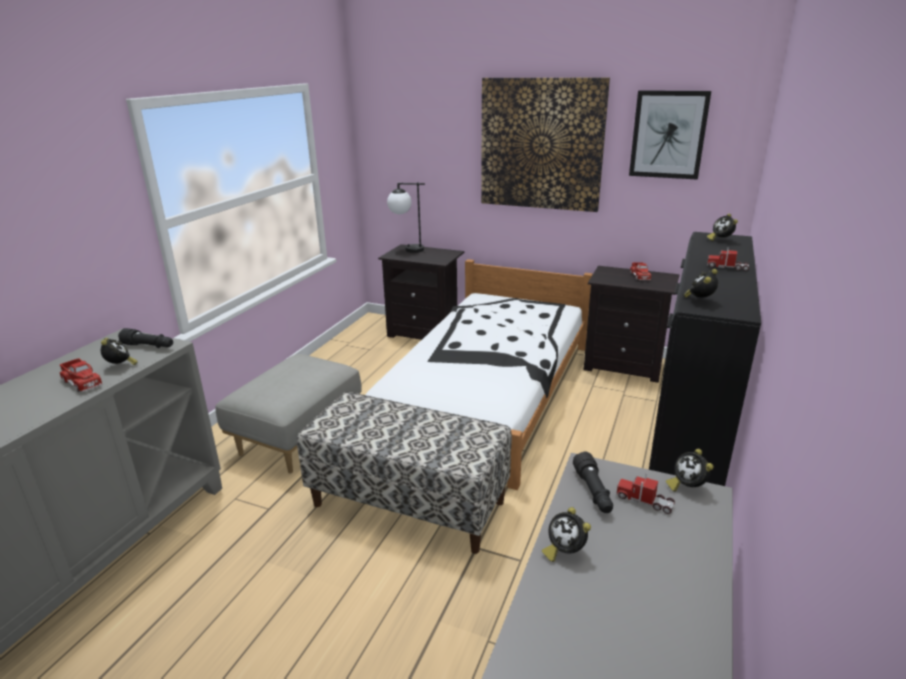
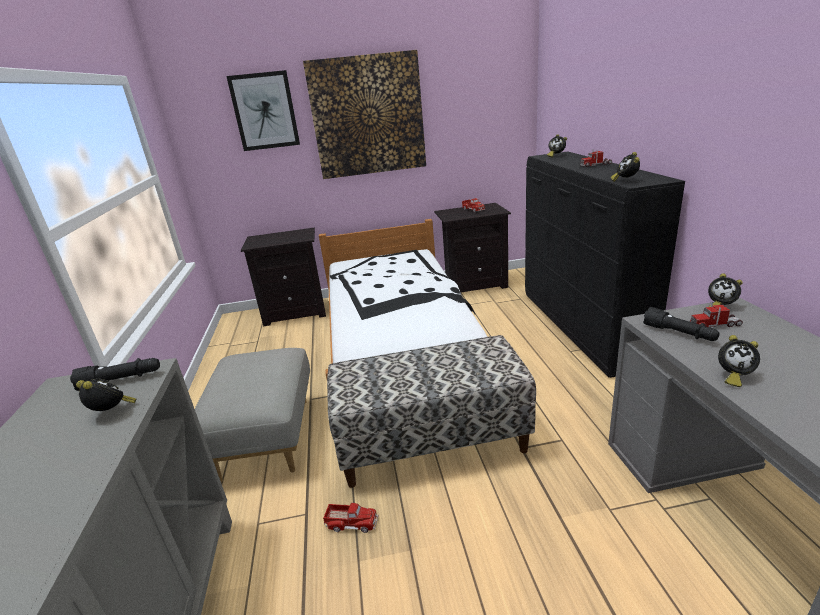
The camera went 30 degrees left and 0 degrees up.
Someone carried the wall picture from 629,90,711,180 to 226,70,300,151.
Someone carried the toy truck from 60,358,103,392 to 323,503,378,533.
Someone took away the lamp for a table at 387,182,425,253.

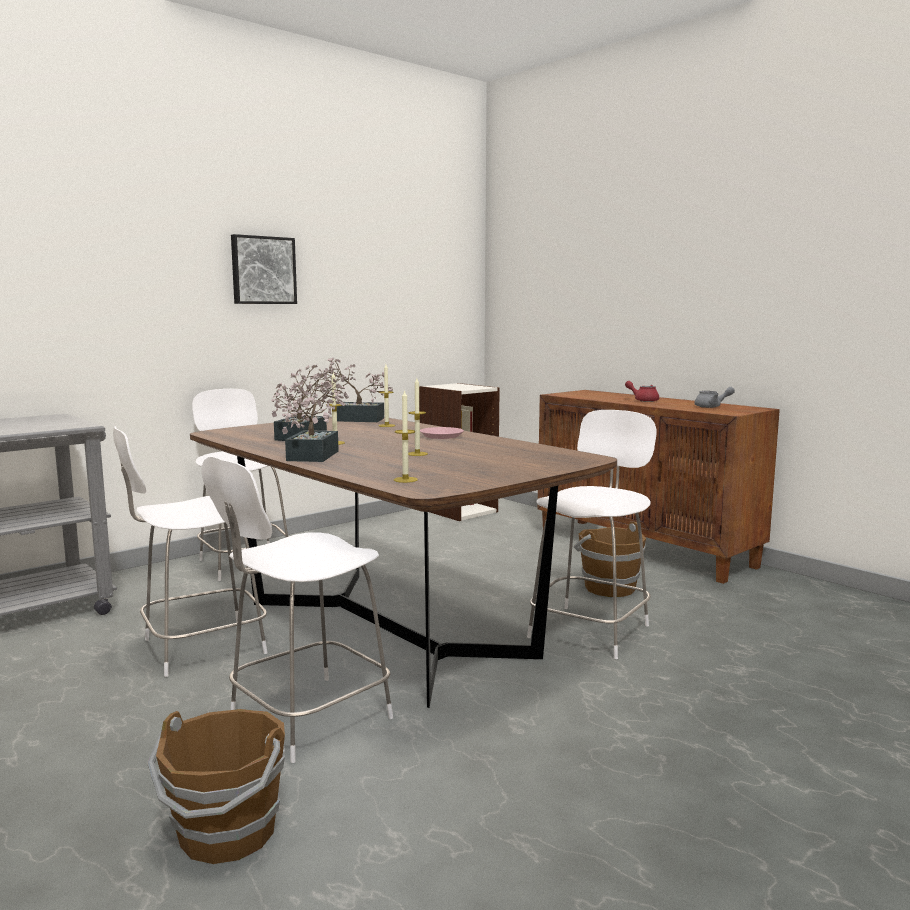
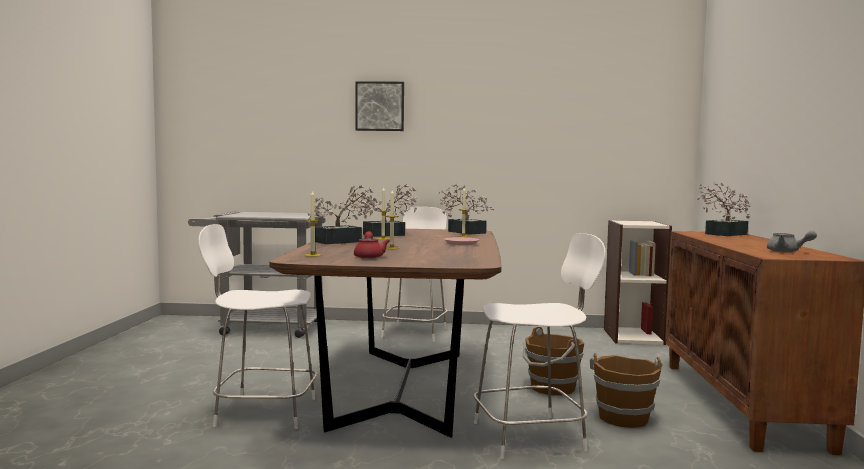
The camera went 45 degrees right and 5 degrees down.
Someone carried the teapot in red-coloured from 625,381,659,402 to 354,231,390,259.
Someone carried the wall picture from 231,234,297,304 to 355,81,404,131.
Someone carried the water bucket in brown from 147,709,285,864 to 523,327,584,395.
Someone put down the potted plant at 697,182,750,236.
Someone took away the chair in whitish at 113,426,268,677.

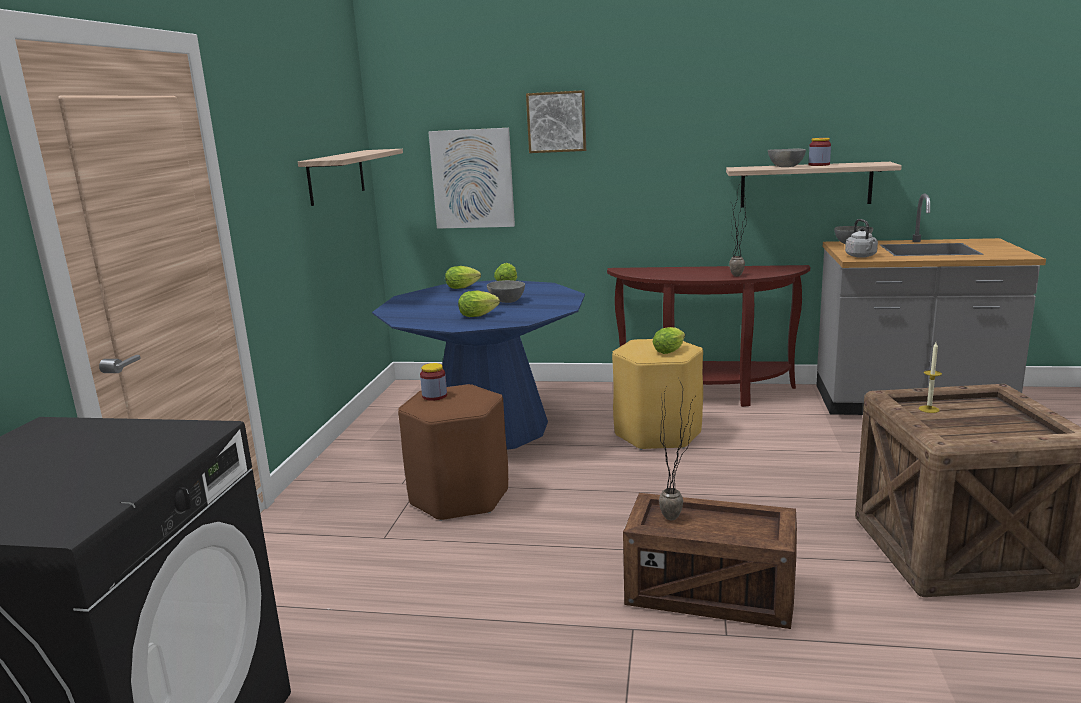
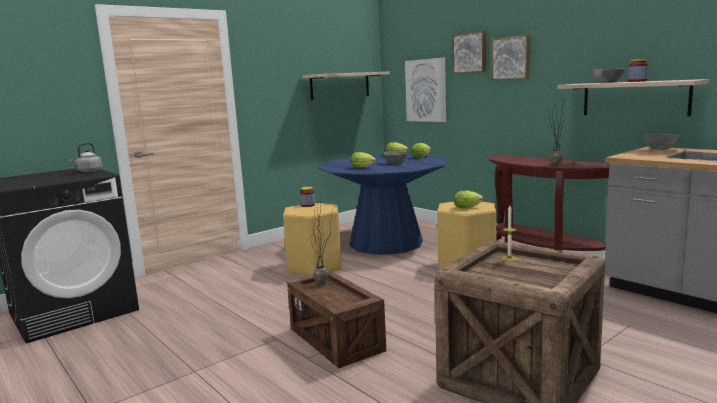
The camera went 40 degrees right and 5 degrees down.
Someone carried the water kettle in greyish from 845,219,878,258 to 69,143,102,172.
Someone repainted the sitting stool in brown at 398,384,508,521, which became the sitting stool in yellowish at 283,203,341,276.
Someone put up the wall picture at 491,35,530,80.

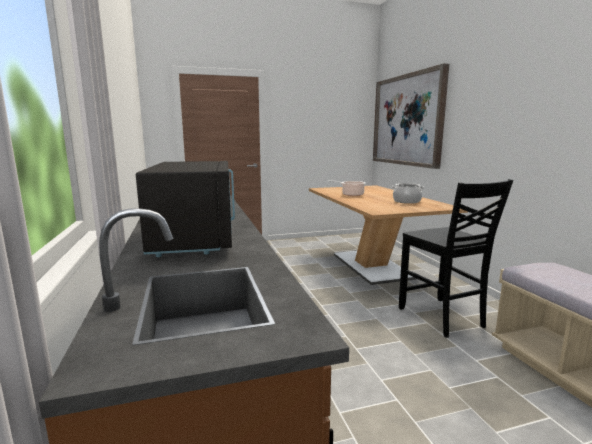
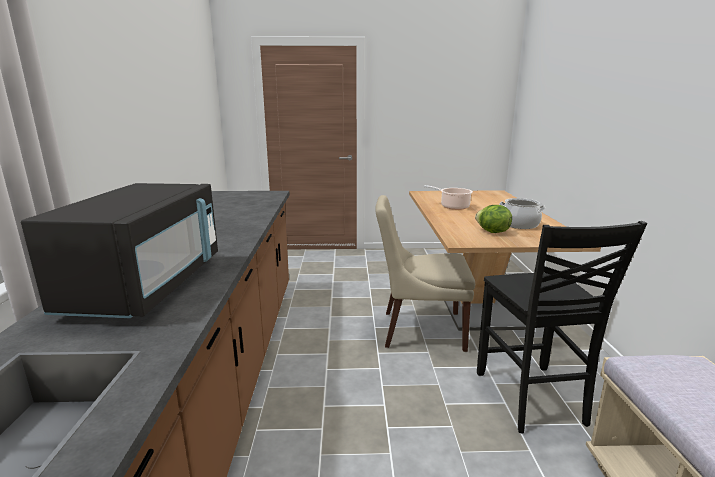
The camera went 15 degrees right and 5 degrees up.
Someone put down the chair in beige at 375,195,475,352.
Someone put down the head of lettuce at 475,205,512,233.
Someone took away the wall picture at 373,63,449,169.

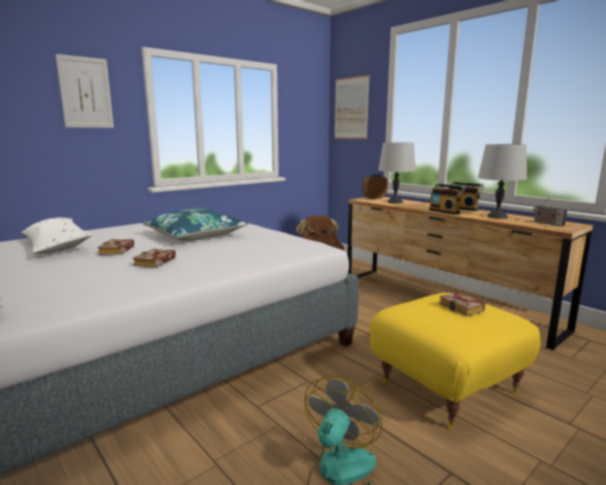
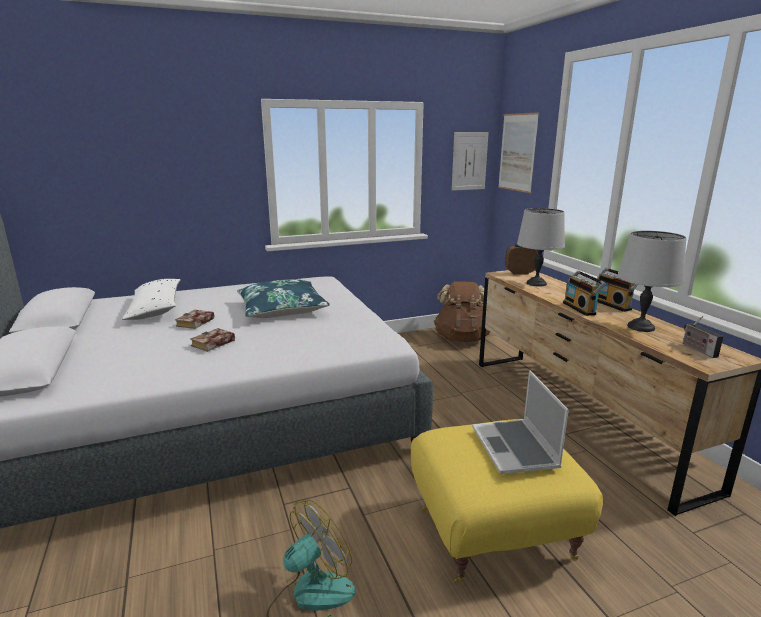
The camera went 20 degrees right and 5 degrees up.
Someone carried the wall picture from 55,54,114,128 to 452,132,489,191.
Someone swapped the bound book at 439,292,486,316 for the notebook computer at 472,370,569,474.

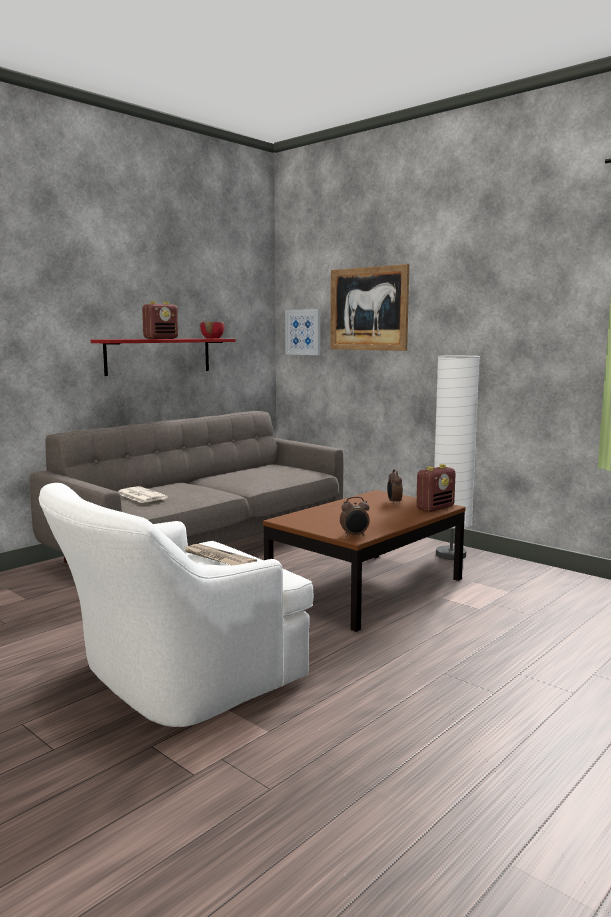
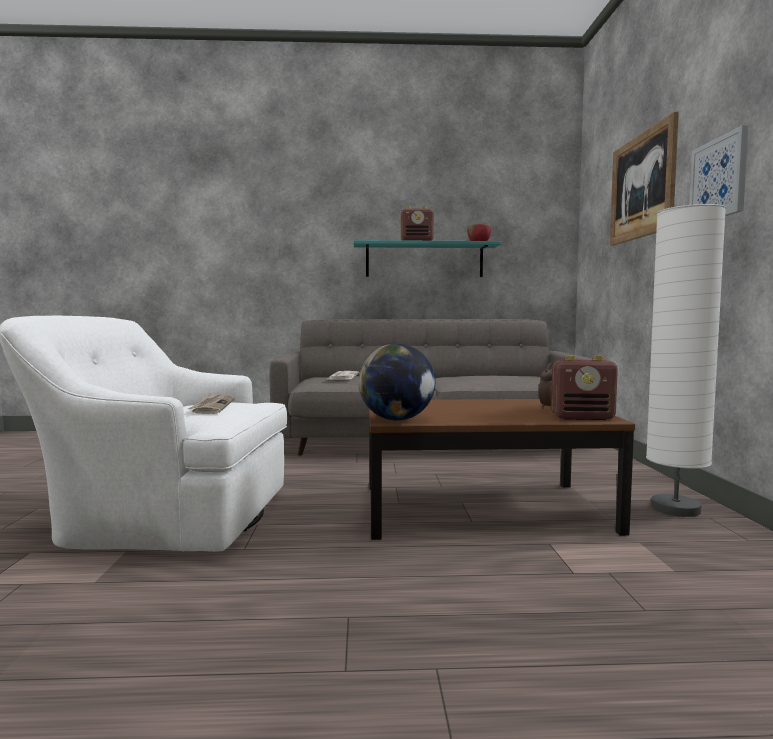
The camera went 45 degrees right and 5 degrees down.
Someone repainted the wall shelf in red-coloured at 91,339,236,376, which became the wall shelf in turquoise at 353,240,502,277.
Someone swapped the alarm clock at 340,496,370,537 for the world globe at 358,344,435,420.
Someone carried the wall picture from 285,309,320,355 to 689,125,749,216.

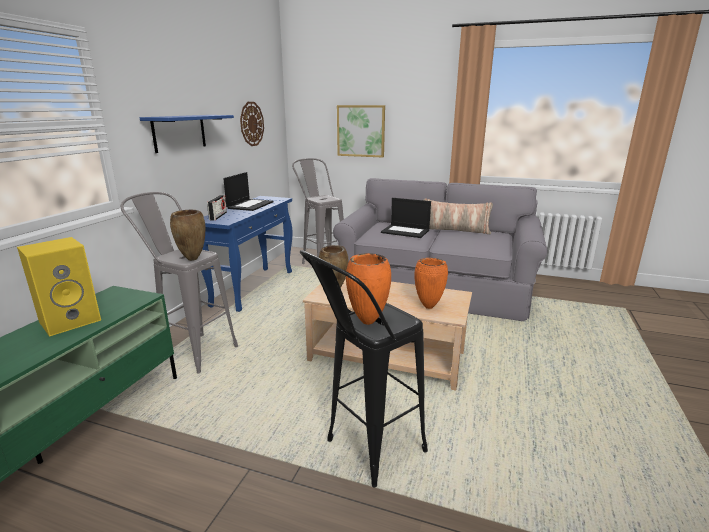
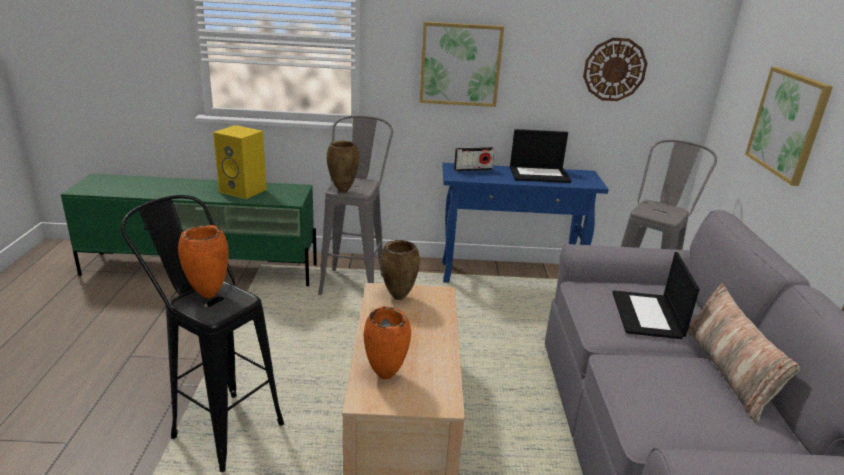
The camera went 70 degrees right and 5 degrees up.
Someone swapped the wall shelf in blue-coloured at 140,115,234,153 for the wall picture at 420,22,504,107.

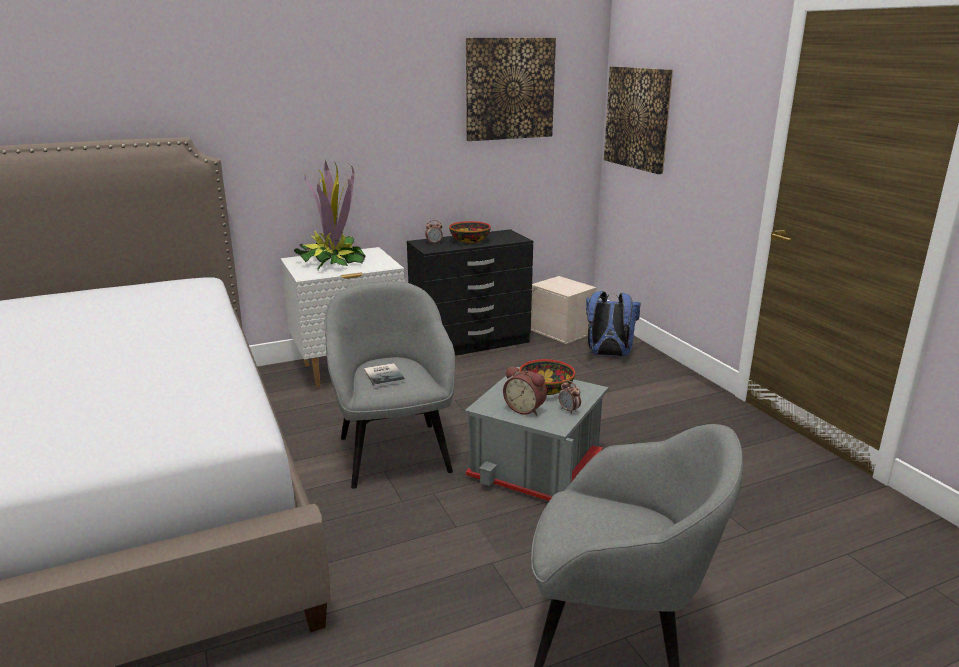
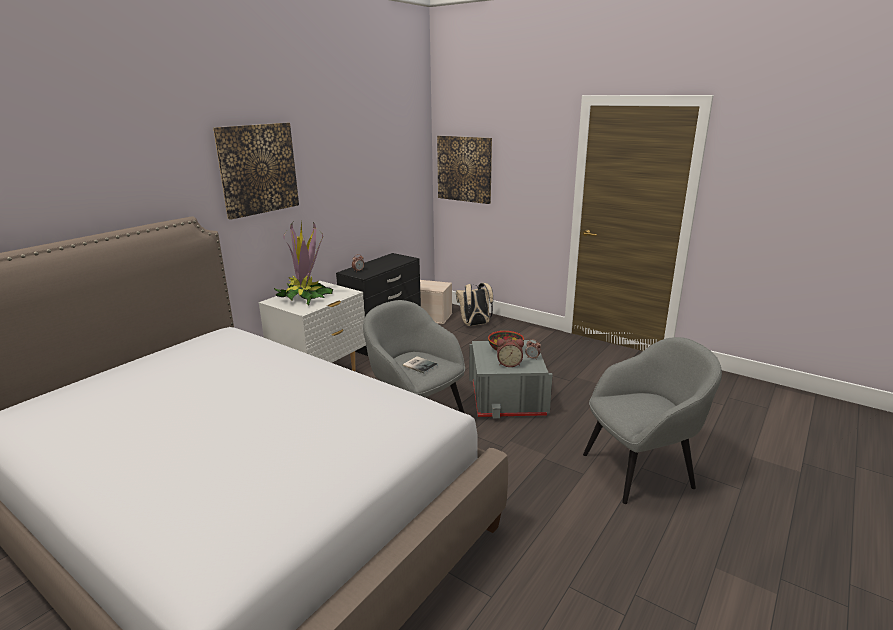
The camera went 30 degrees left and 0 degrees up.
Someone carried the wall picture from 466,38,556,141 to 213,123,299,220.
Someone repainted the backpack in blue-coloured at 586,291,641,356, which became the backpack in beige at 456,283,493,326.
Someone took away the serving bowl at 449,221,491,244.

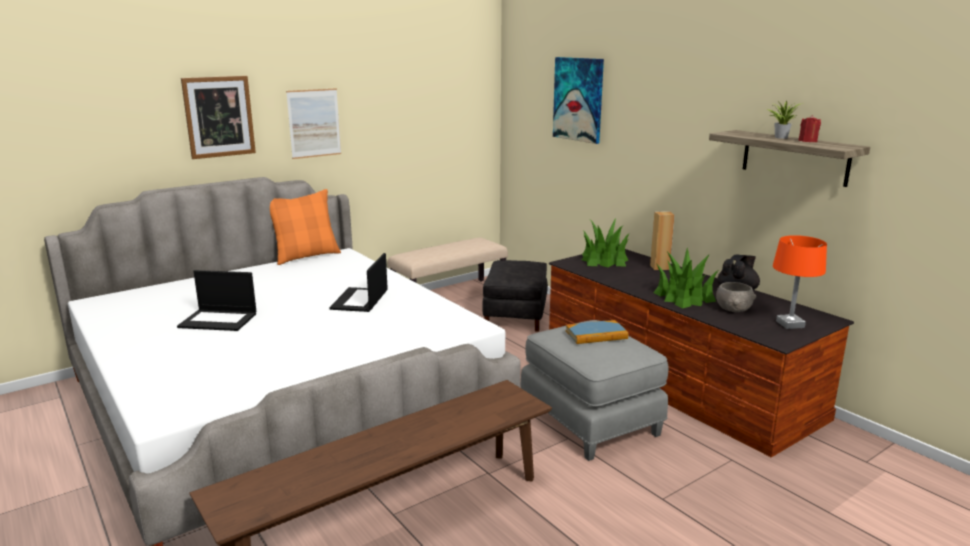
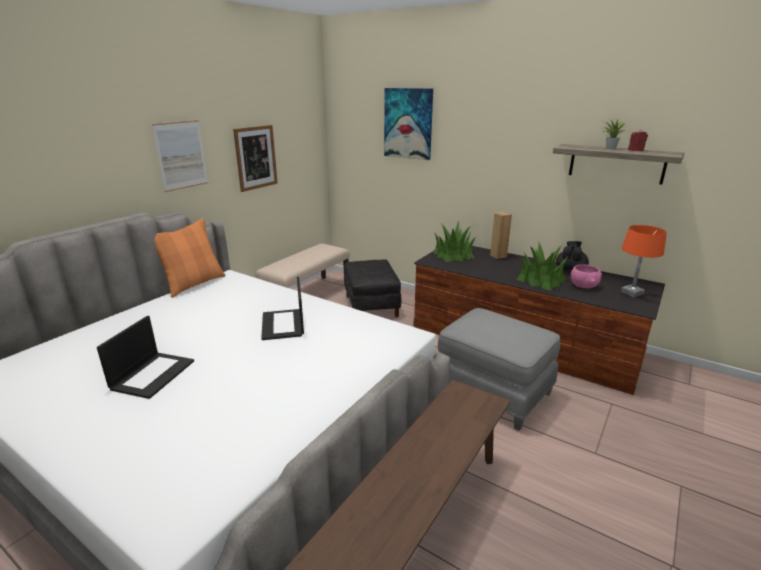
The camera went 20 degrees left and 5 degrees up.
Someone rotated the notebook computer at 177,270,256,331 by 60 degrees counterclockwise.
Someone carried the wall picture from 181,76,256,159 to 233,125,278,192.
Someone repainted the serving bowl in greyish at 716,282,756,312, which became the serving bowl in pinkish at 571,264,602,288.
Someone took away the bound book at 566,320,628,344.

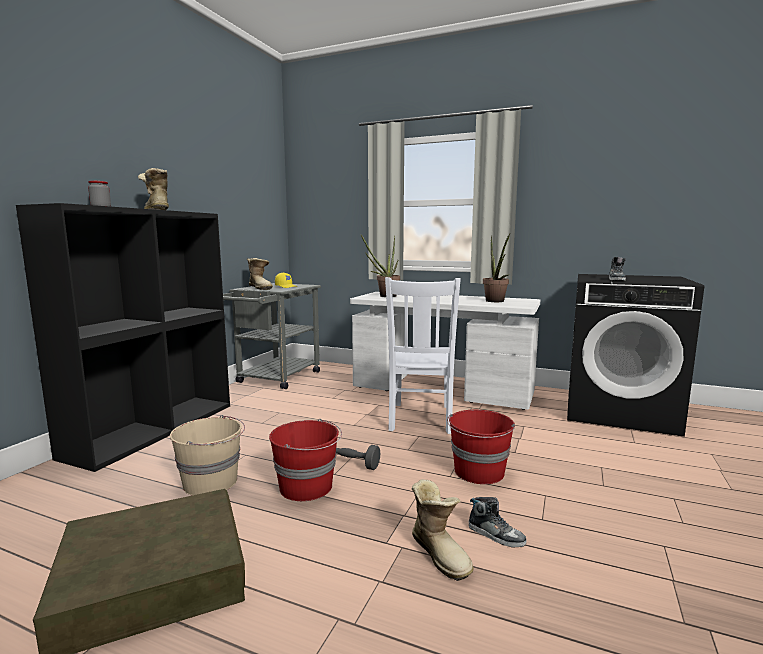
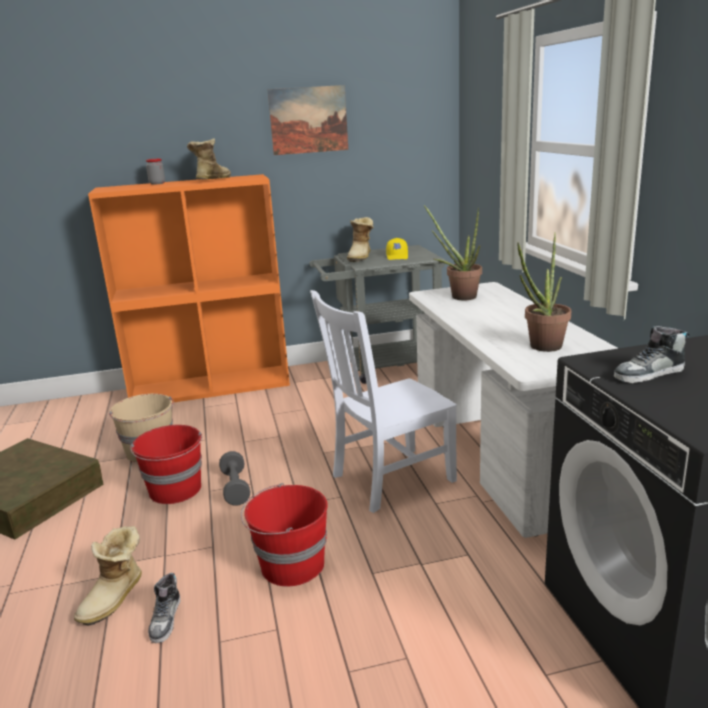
The camera went 55 degrees right and 10 degrees up.
Someone repainted the bookshelf in black at 16,203,230,472, which became the bookshelf in orange at 88,174,290,403.
Someone put up the wall picture at 267,85,348,155.

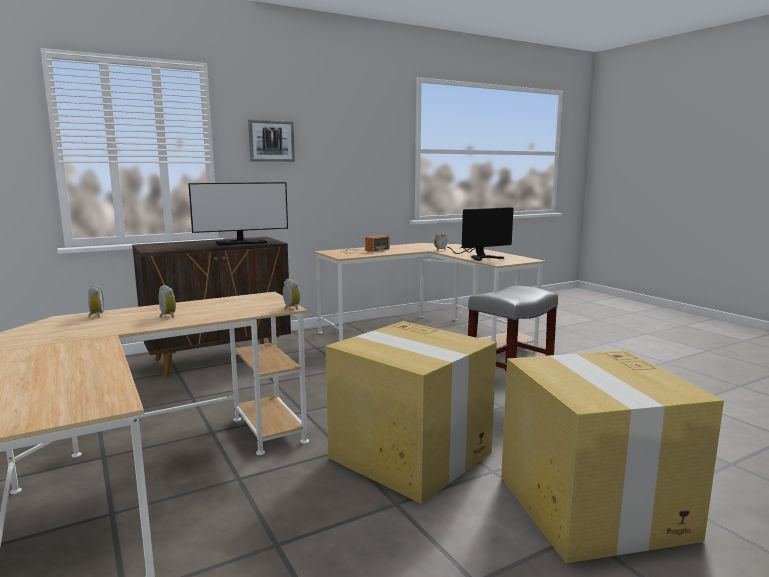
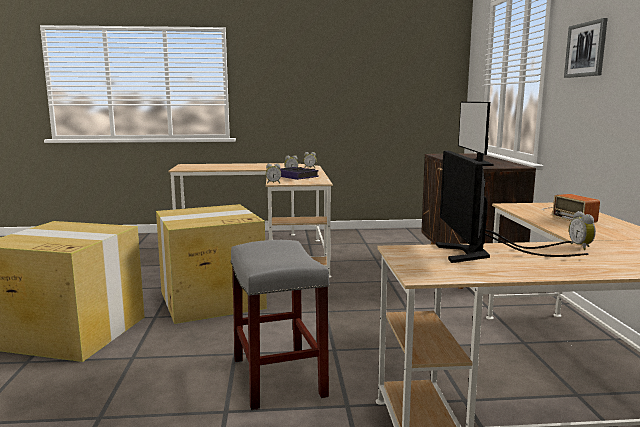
The camera went 115 degrees right and 0 degrees up.
Someone put down the bound book at 280,167,319,180.

